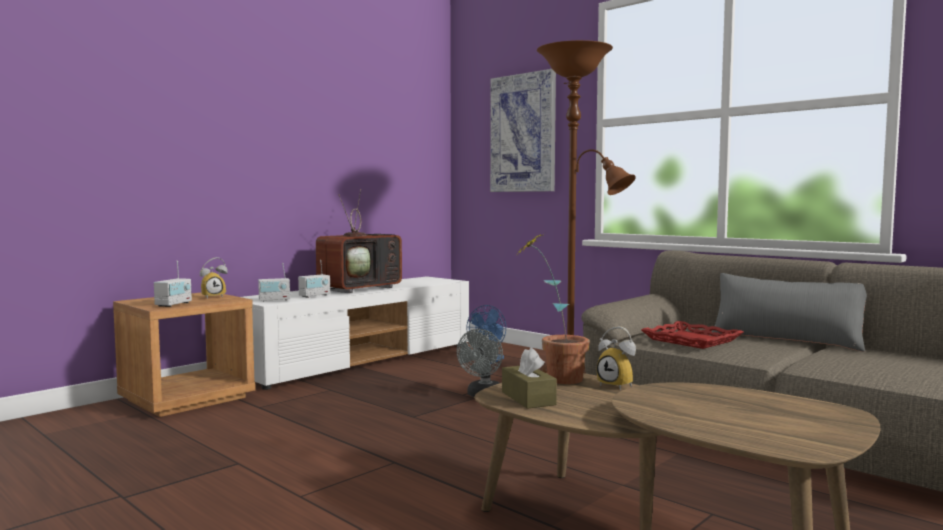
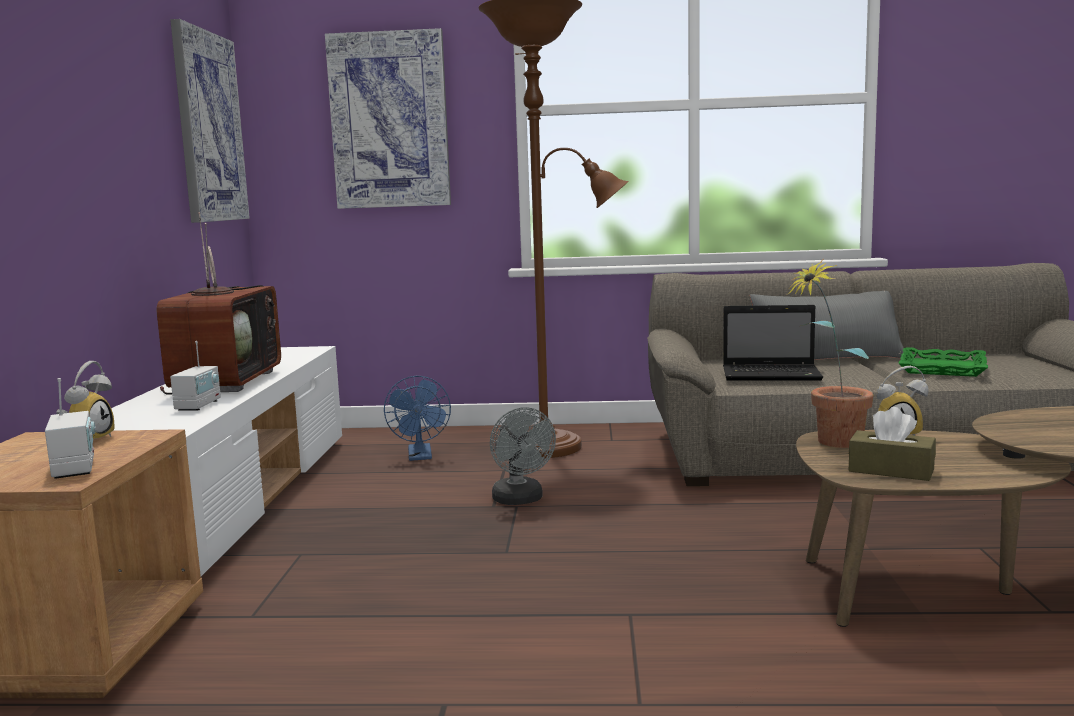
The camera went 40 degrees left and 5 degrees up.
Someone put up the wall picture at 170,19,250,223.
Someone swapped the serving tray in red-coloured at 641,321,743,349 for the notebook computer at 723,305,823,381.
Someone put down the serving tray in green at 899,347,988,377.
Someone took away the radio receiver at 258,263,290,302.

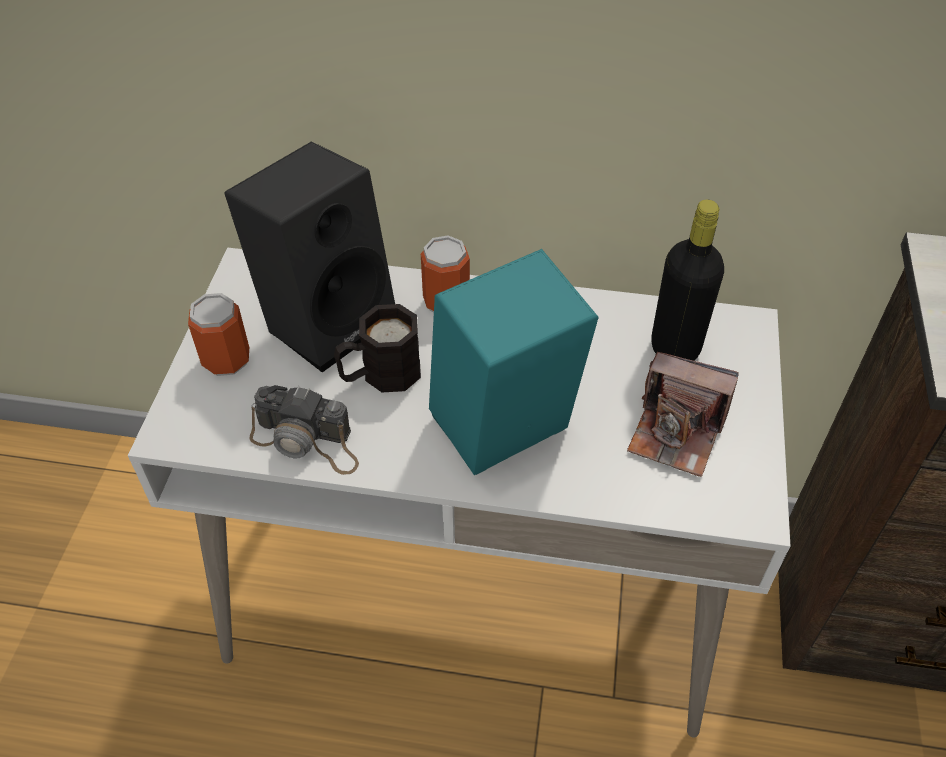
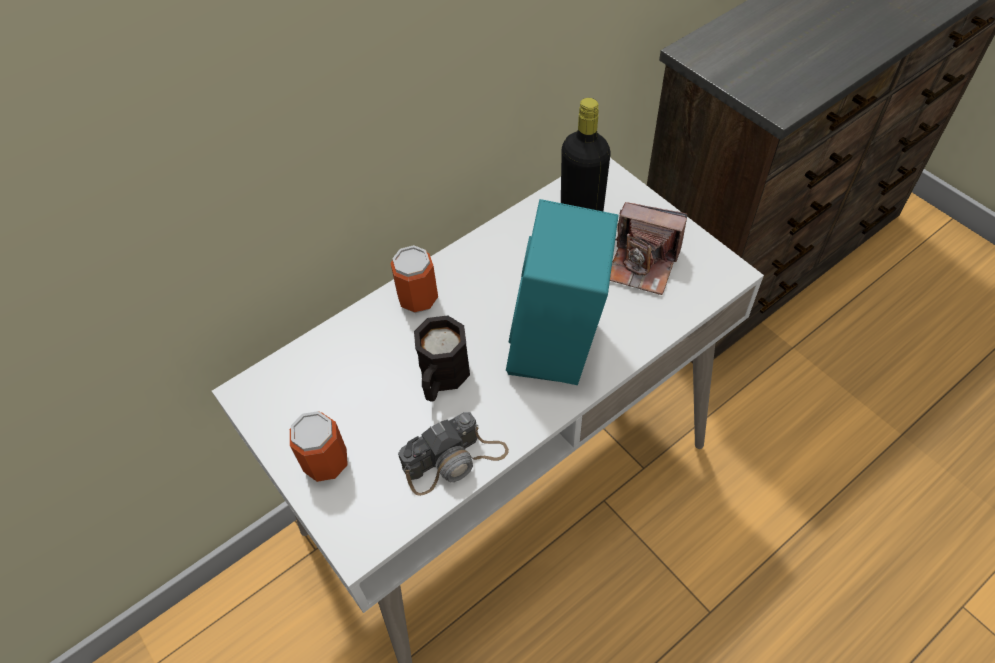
The camera went 45 degrees left and 5 degrees up.
Someone rotated the photo camera at 627,352,739,477 by 45 degrees clockwise.
Someone took away the speaker in black at 224,141,395,373.

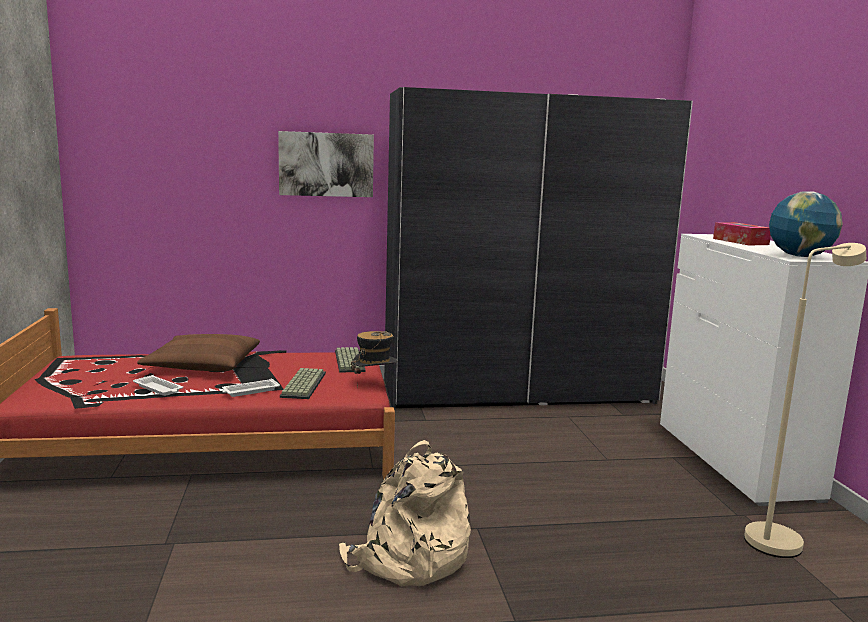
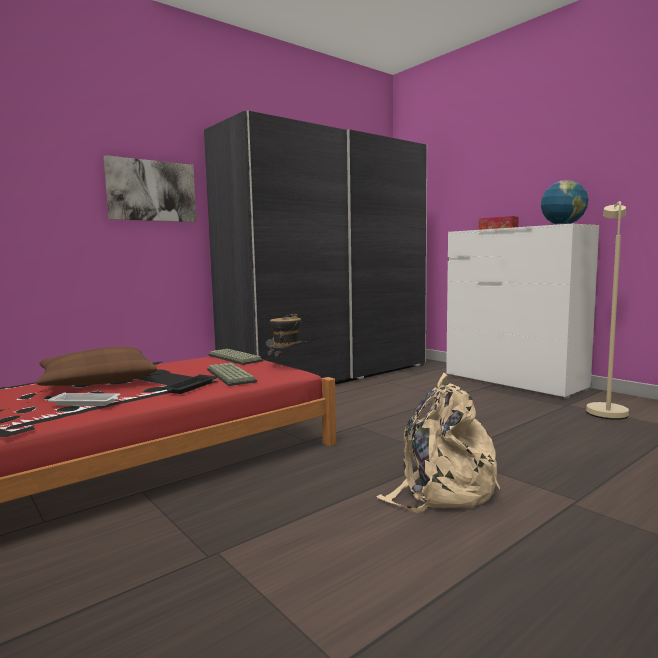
The camera went 30 degrees left and 5 degrees down.
Someone repainted the serving tray in whitish at 222,379,280,397, which became the serving tray in black at 162,374,217,394.

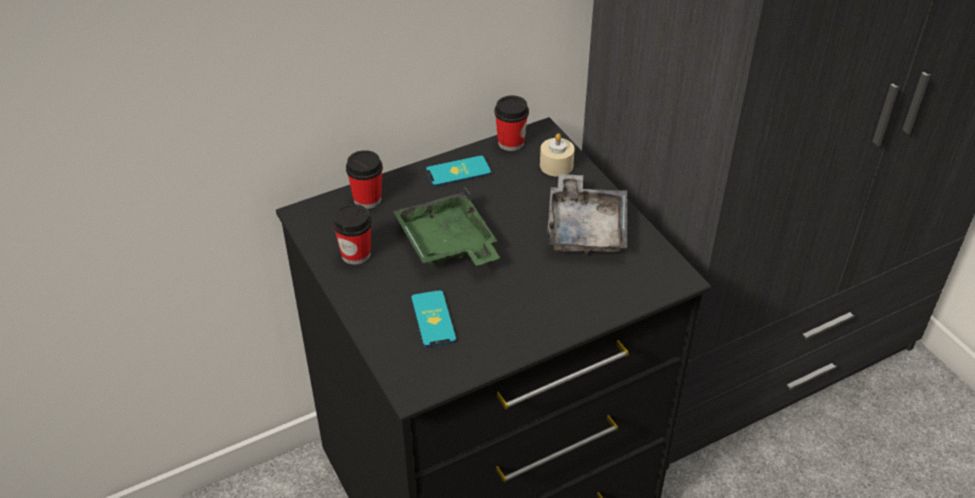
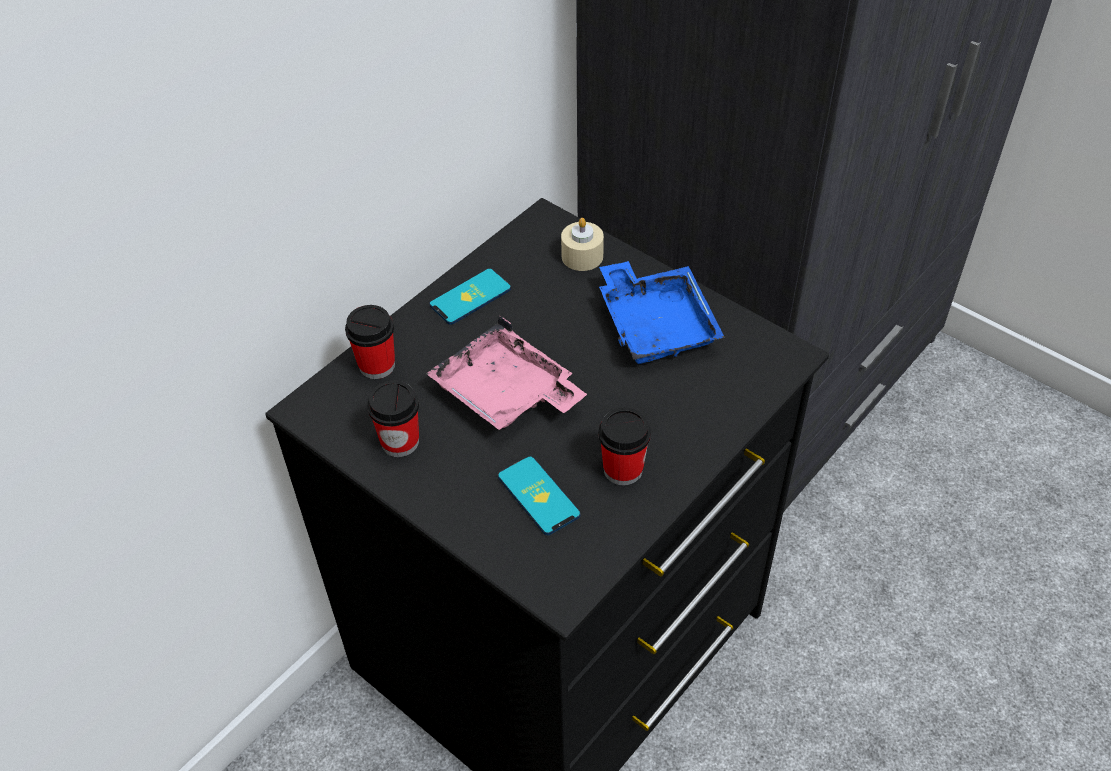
The camera went 20 degrees left and 5 degrees up.
Someone repainted the serving tray in green at 393,187,500,266, which became the serving tray in pinkish at 426,316,587,430.
Someone carried the small cup from 494,95,529,151 to 598,407,651,486.
Someone repainted the serving tray in greyish at 547,174,627,254, which became the serving tray in blue-coloured at 599,261,725,364.

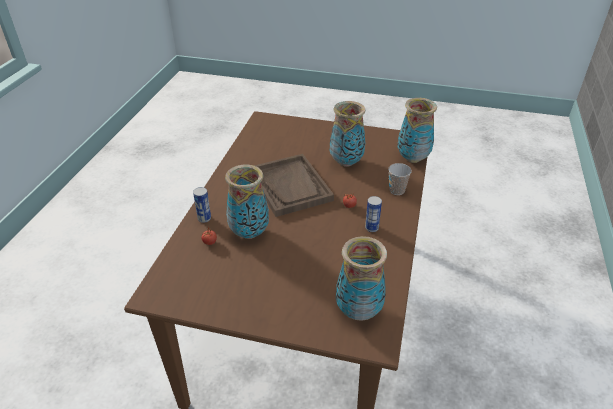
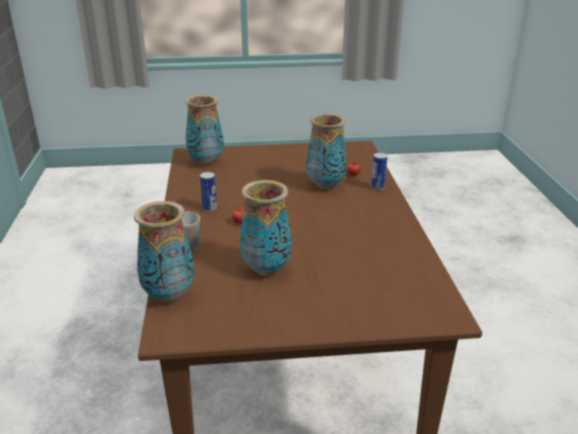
The camera went 160 degrees right and 10 degrees down.
Someone took away the serving tray in brown at 254,154,334,217.

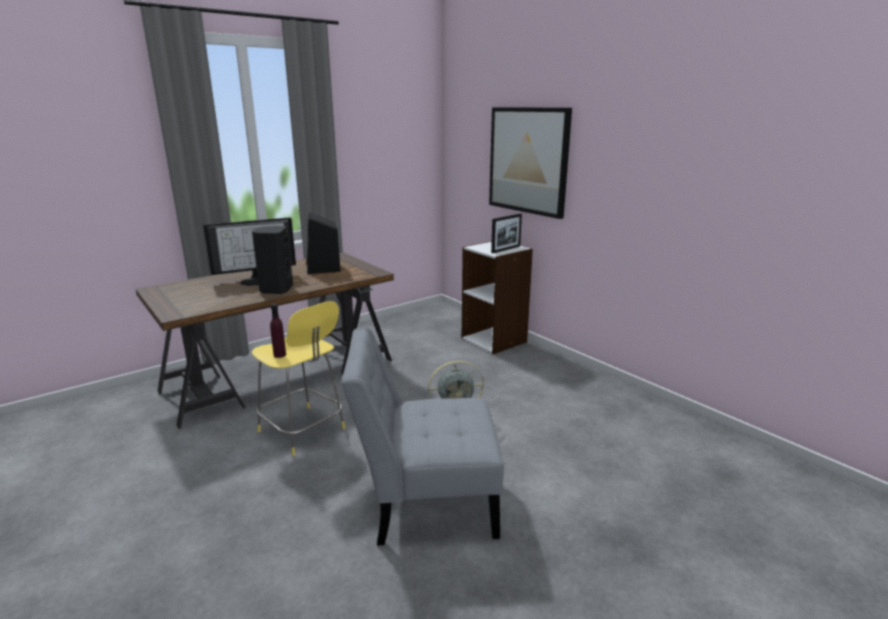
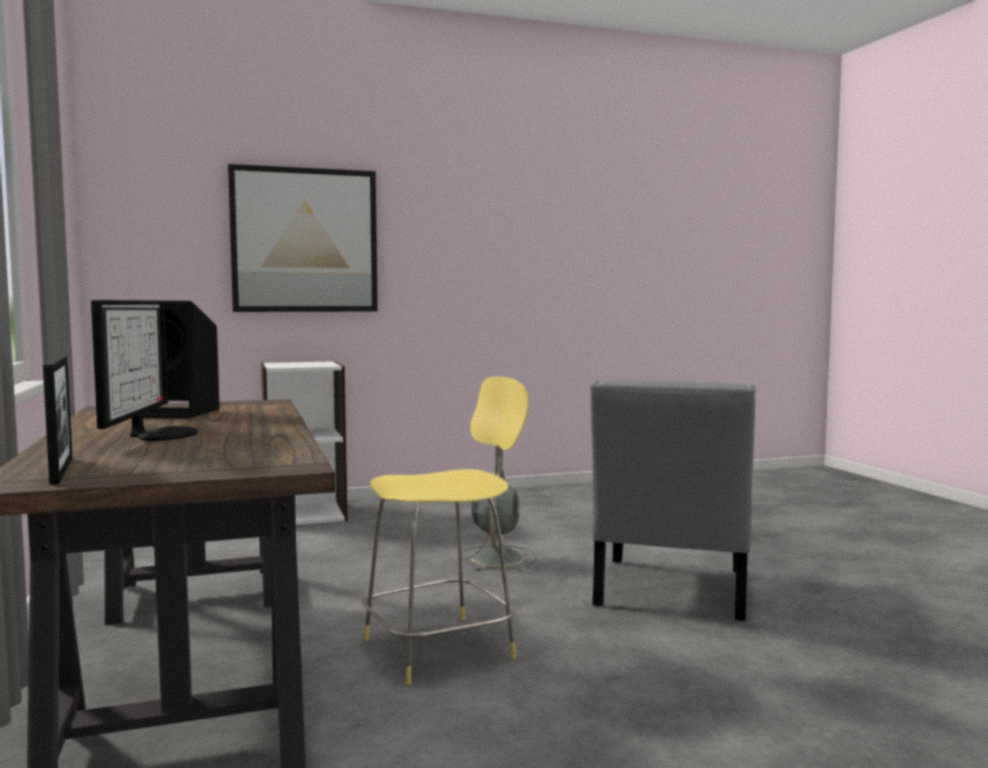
The camera went 70 degrees left and 15 degrees down.
Someone carried the standing frame from 491,214,522,253 to 43,356,72,485.
Someone took away the speaker in black at 252,226,293,294.
Someone took away the drink bottle in purplish at 270,304,286,358.

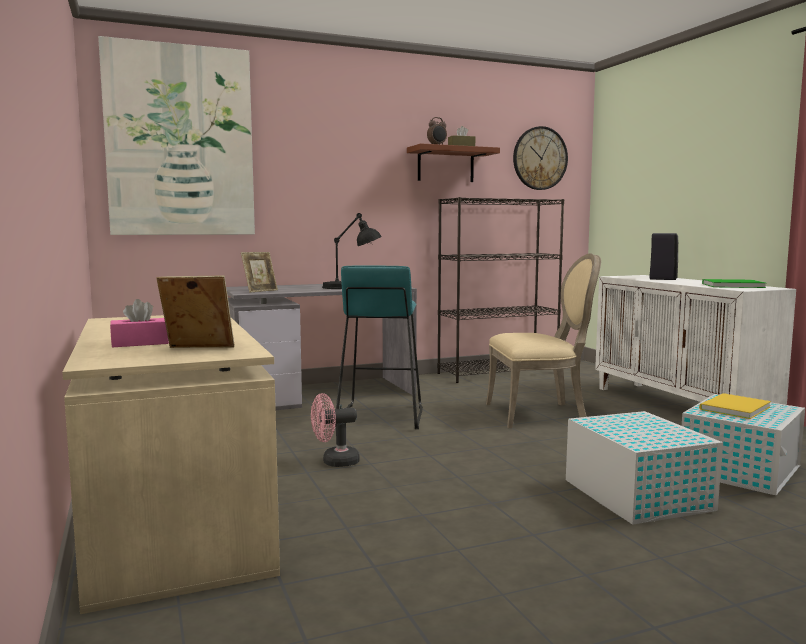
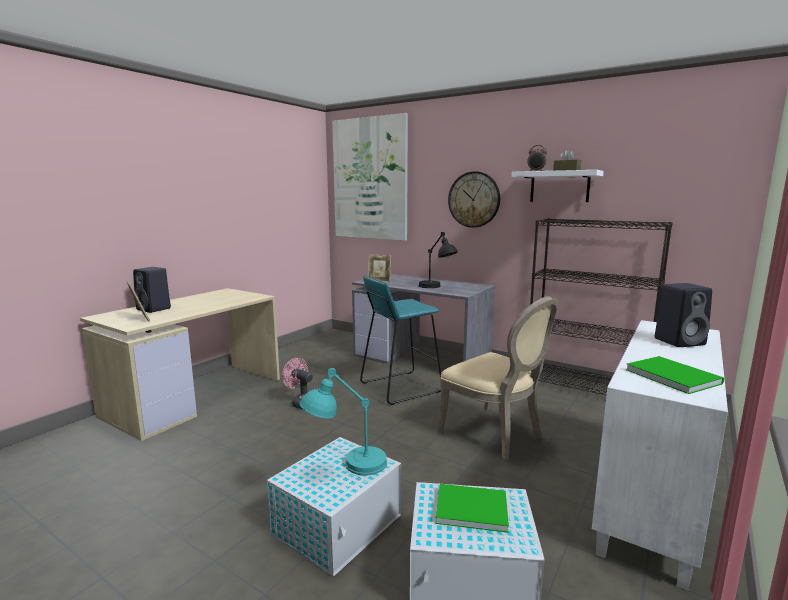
The camera went 55 degrees right and 5 degrees up.
Someone swapped the box of tissues in pinkish at 110,299,169,347 for the speaker in black at 133,267,171,313.
Someone put down the lamp for a table in turquoise at 300,368,387,476.
Someone repainted the bound book in yellowish at 699,393,771,419, which became the bound book in green at 435,484,509,533.
Someone carried the wall clock from 513,126,568,190 to 448,171,500,228.
Someone repainted the wall shelf in brown at 407,143,500,182, which became the wall shelf in whitish at 511,170,604,202.

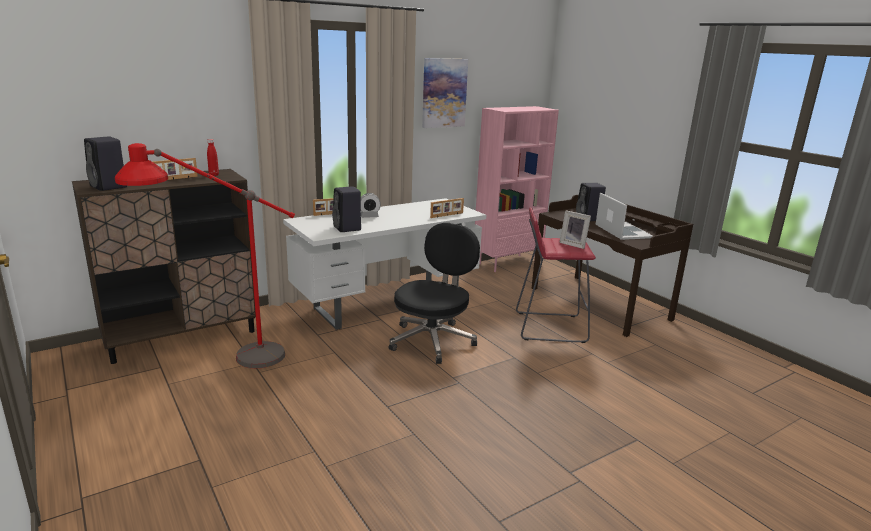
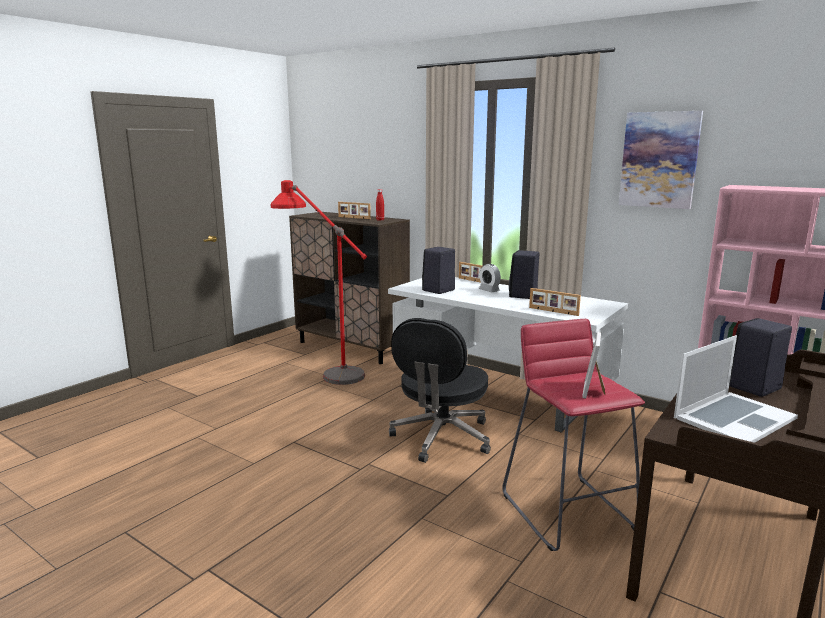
The camera went 70 degrees right and 5 degrees down.
Someone rotated the office chair in black at 389,223,480,364 by 105 degrees clockwise.
Someone carried the speaker in black from 84,136,127,191 to 509,250,540,299.

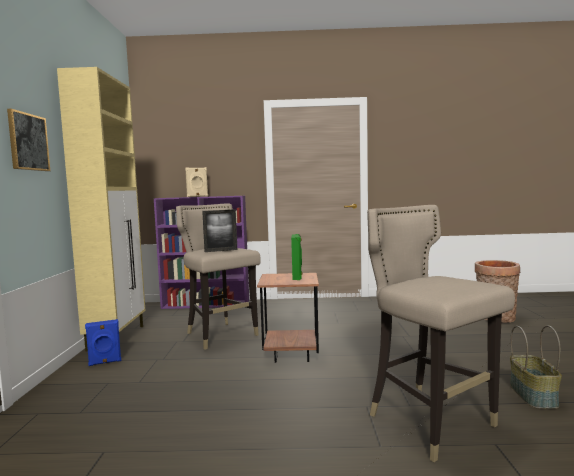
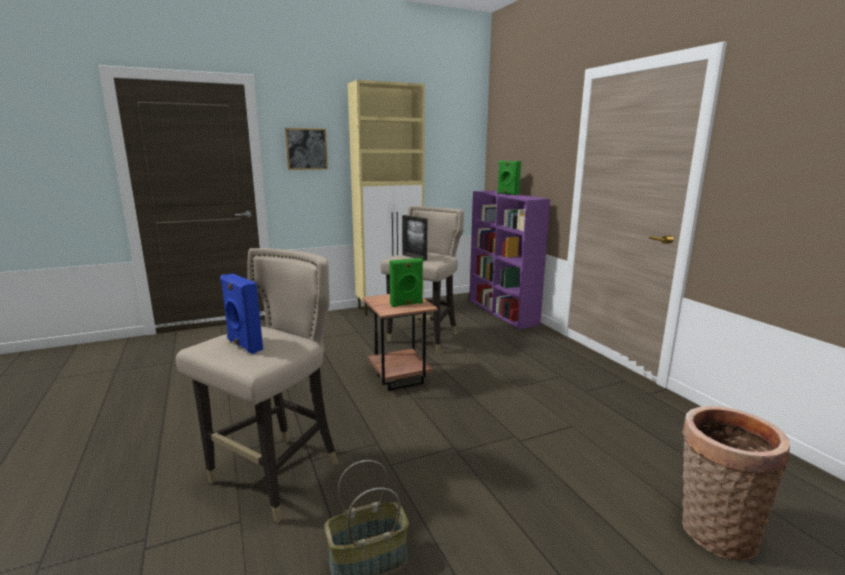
The camera went 65 degrees right and 10 degrees up.
Someone carried the speaker in blue-coloured from 85,319,121,366 to 220,274,263,354.
Someone repainted the speaker in beige at 185,167,208,197, which became the speaker in green at 497,161,521,195.

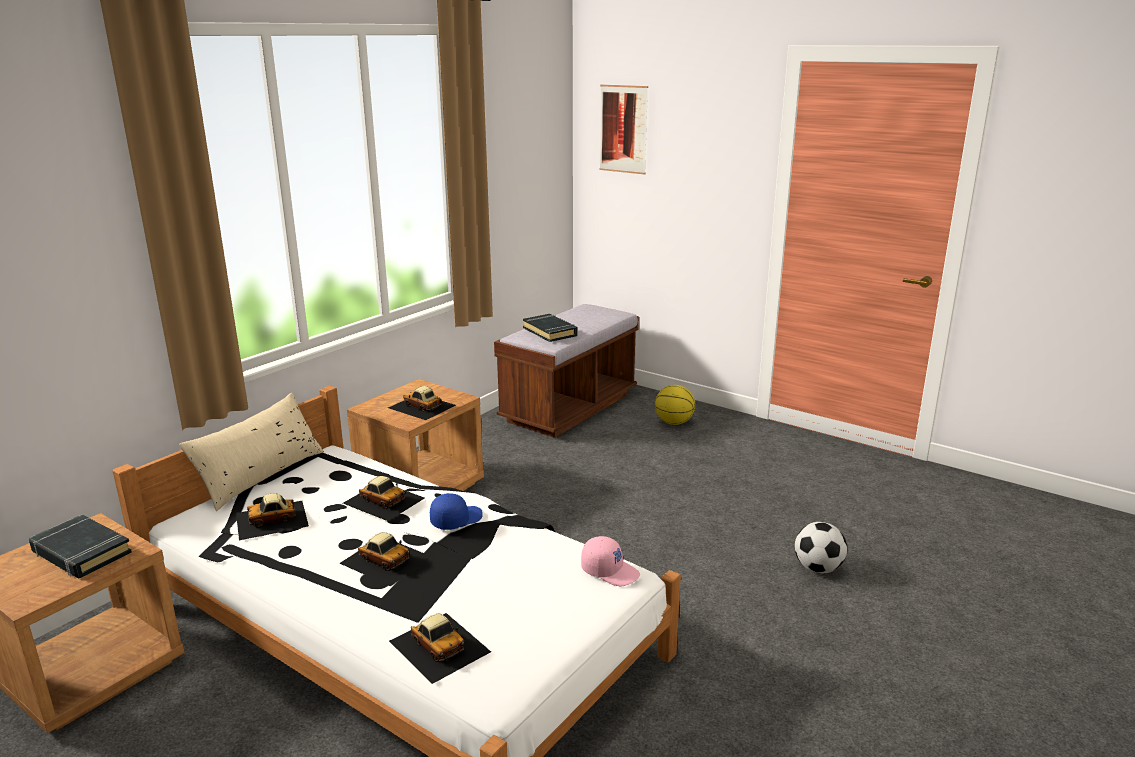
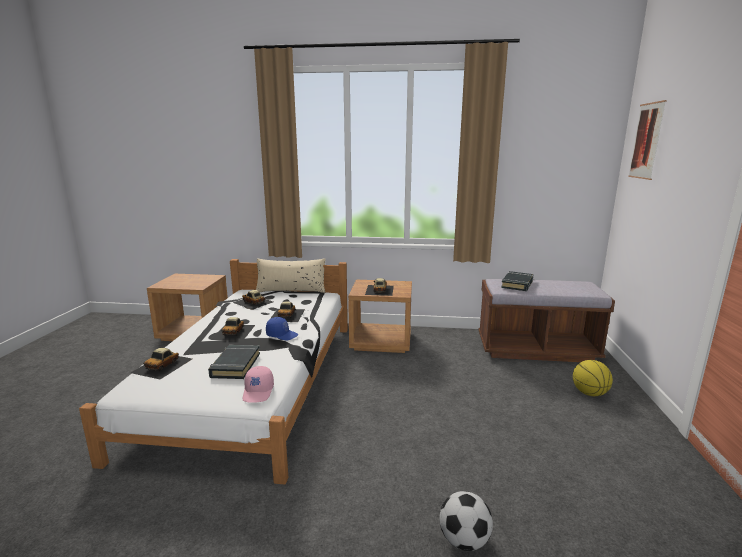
The camera went 60 degrees right and 5 degrees down.
Someone carried the bound book in black from 29,515,132,578 to 208,345,260,379.

